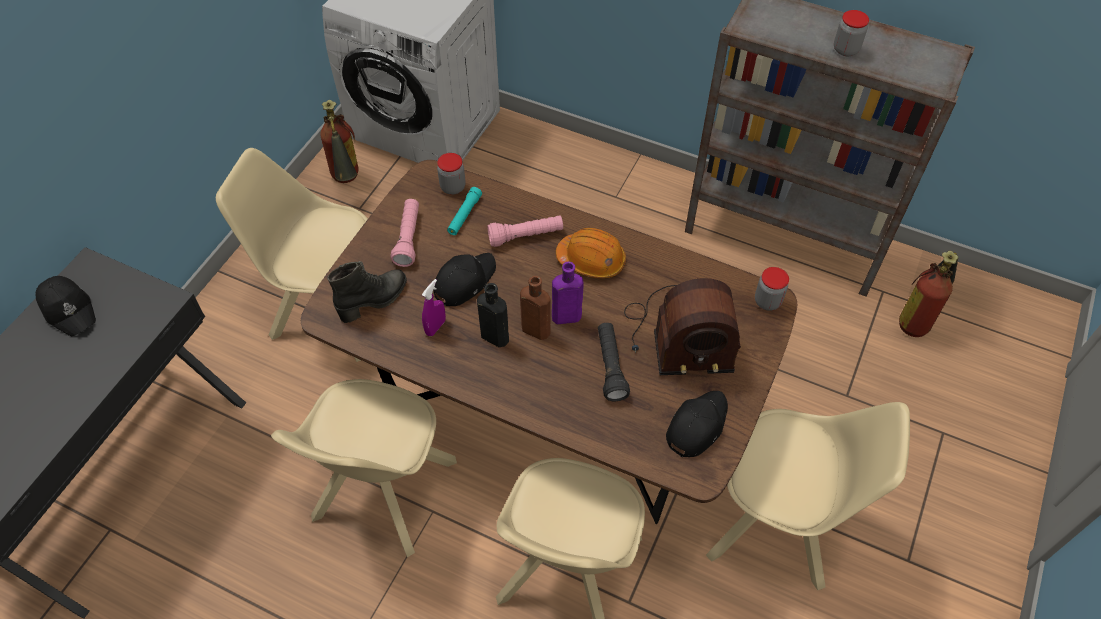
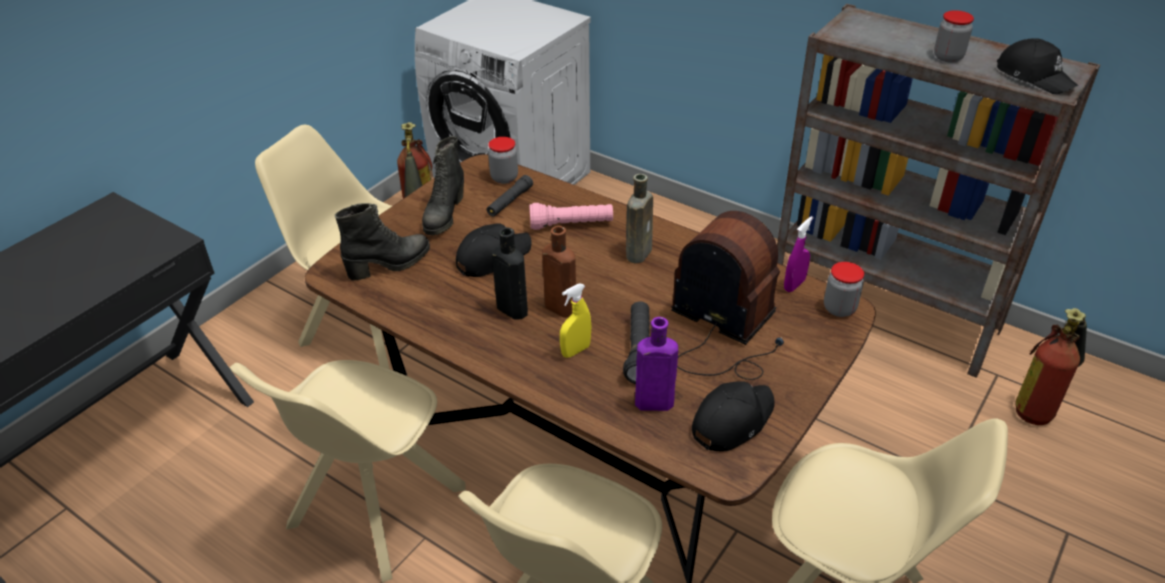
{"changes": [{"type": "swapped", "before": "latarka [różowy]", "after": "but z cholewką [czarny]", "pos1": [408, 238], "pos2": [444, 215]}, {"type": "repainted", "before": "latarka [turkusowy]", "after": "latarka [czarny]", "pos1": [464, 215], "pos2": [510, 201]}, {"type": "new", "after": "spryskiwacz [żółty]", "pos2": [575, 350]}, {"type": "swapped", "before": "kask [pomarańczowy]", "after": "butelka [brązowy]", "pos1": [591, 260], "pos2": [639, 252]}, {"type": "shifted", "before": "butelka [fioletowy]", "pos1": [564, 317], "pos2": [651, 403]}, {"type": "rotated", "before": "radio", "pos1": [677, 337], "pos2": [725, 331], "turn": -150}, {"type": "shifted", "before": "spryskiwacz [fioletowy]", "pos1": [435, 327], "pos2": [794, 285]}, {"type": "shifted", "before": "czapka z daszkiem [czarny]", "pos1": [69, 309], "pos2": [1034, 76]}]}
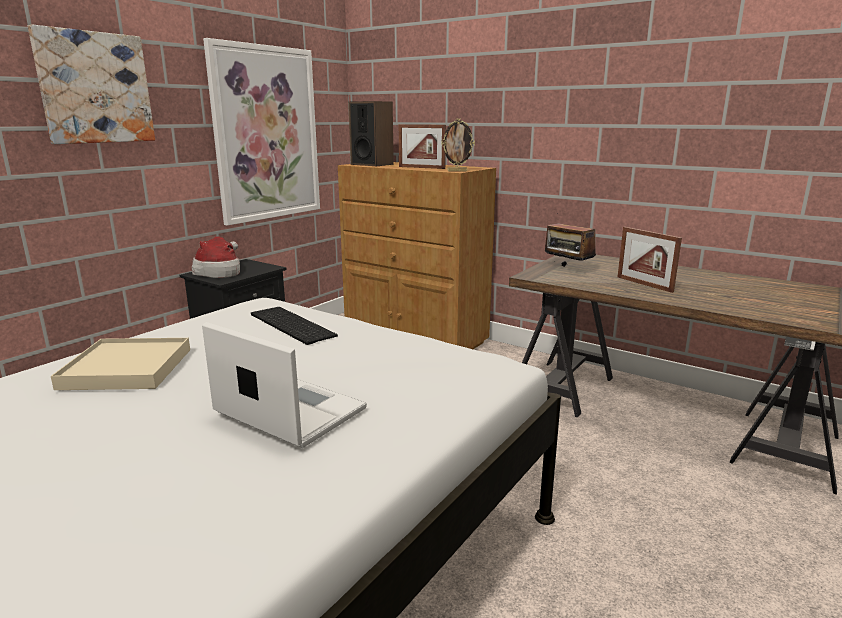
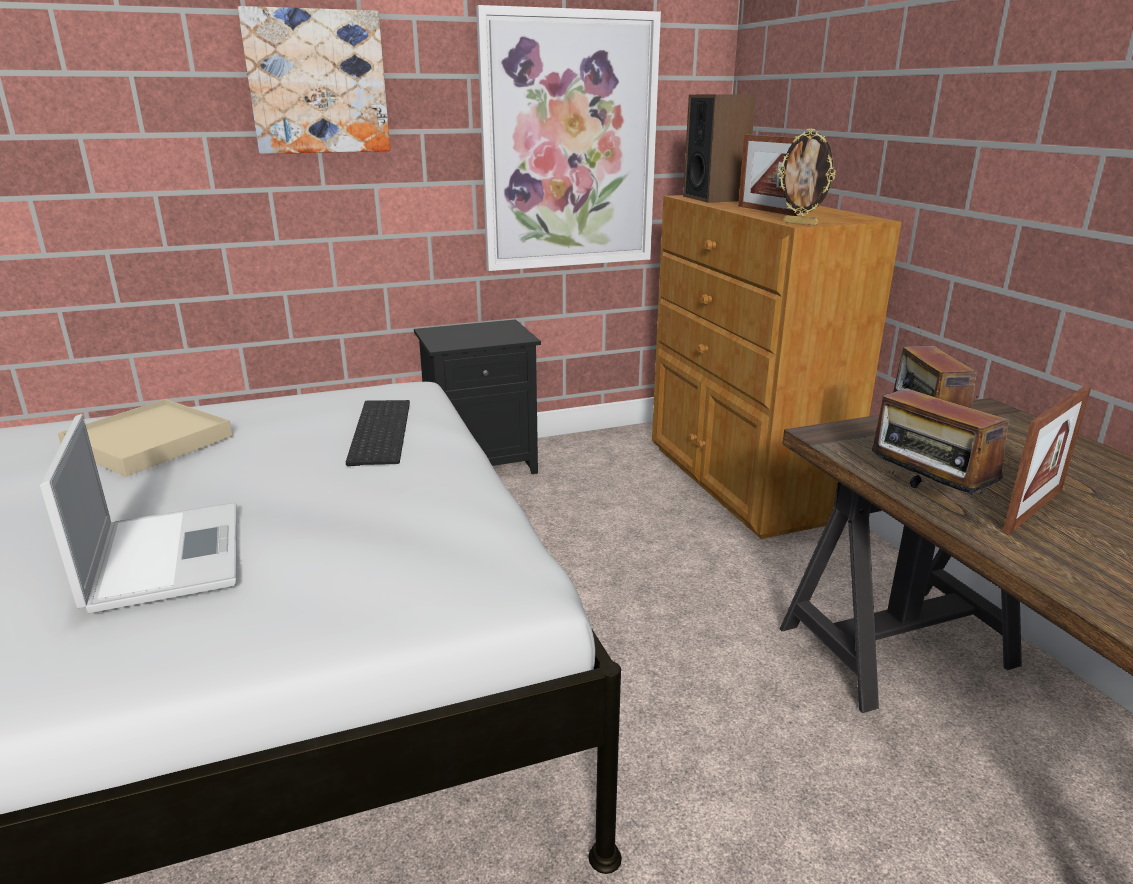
{"changes": [{"type": "new", "after": "radio", "pos2": [925, 498]}, {"type": "rotated", "before": "ramka na zdjęcie", "pos1": [644, 284], "pos2": [1033, 509], "turn": -135}, {"type": "gone", "before": "kapelusz", "pos1": [220, 271]}]}
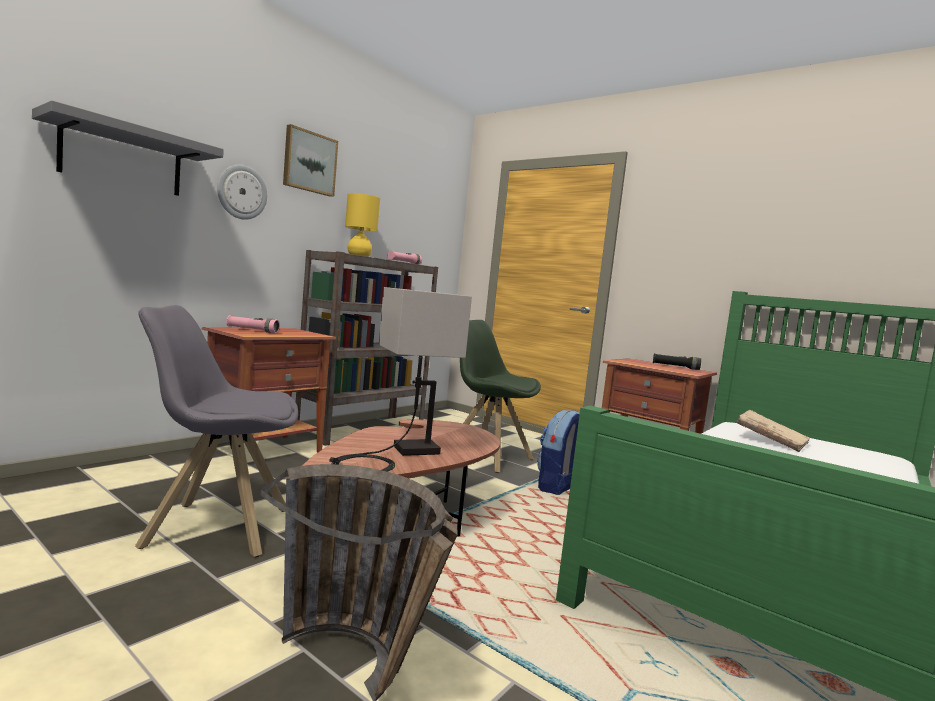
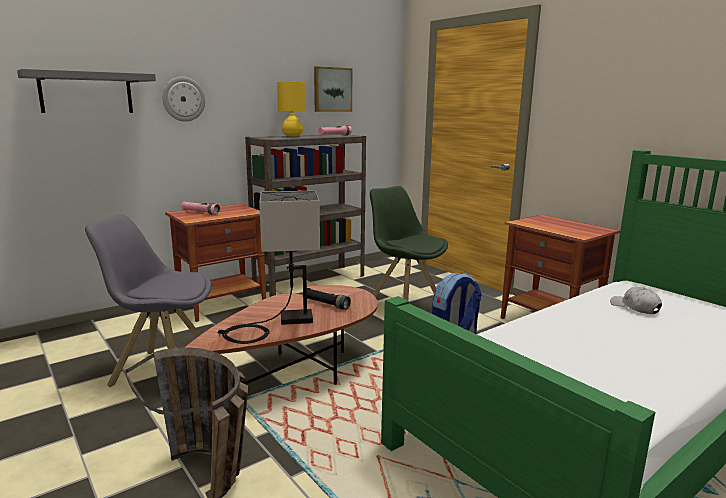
{"changes": [{"type": "shifted", "before": "latarka [czarny]", "pos1": [675, 367], "pos2": [326, 304]}, {"type": "shifted", "before": "obraz", "pos1": [309, 162], "pos2": [332, 89]}, {"type": "swapped", "before": "książka [beżowy]", "after": "czapka z daszkiem [biały]", "pos1": [770, 441], "pos2": [635, 307]}]}
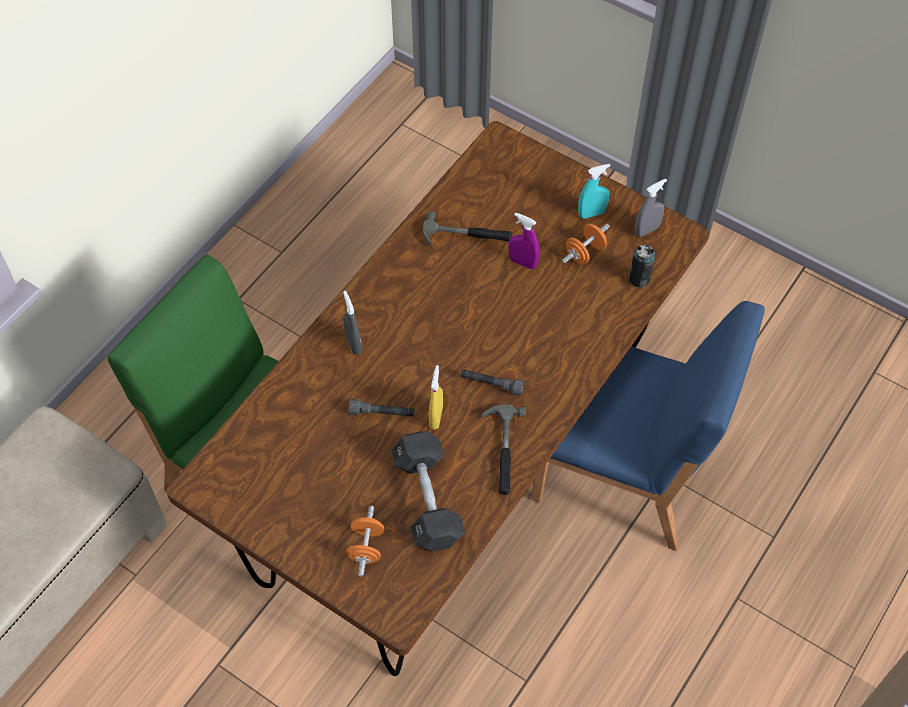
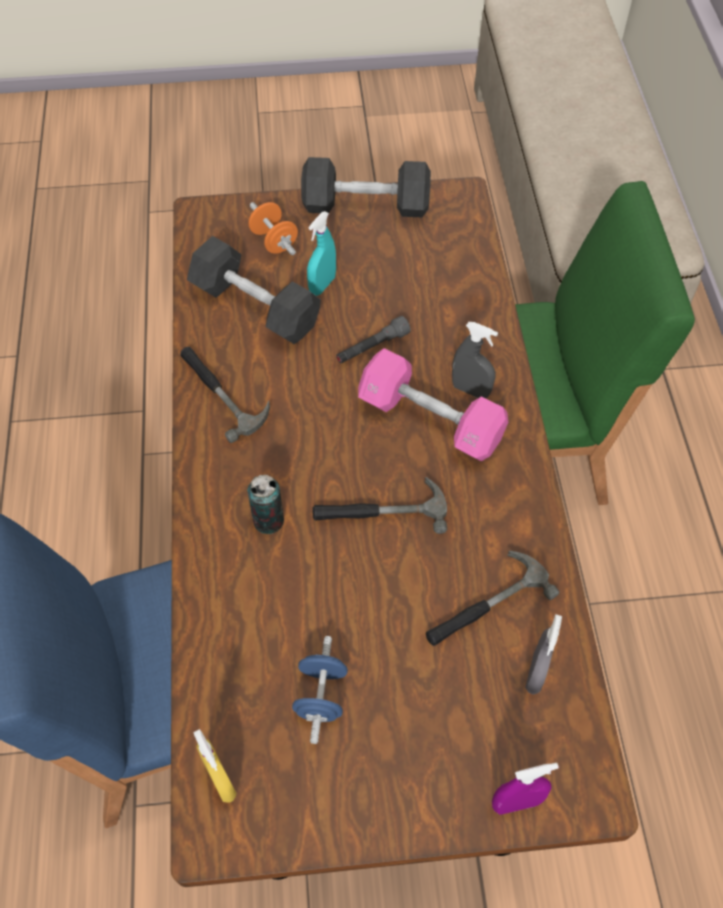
{"changes": [{"type": "shifted", "before": "spryskiwacz [żółty]", "pos1": [436, 417], "pos2": [221, 780]}, {"type": "shifted", "before": "puszka", "pos1": [639, 279], "pos2": [268, 520]}, {"type": "repainted", "before": "hantel [pomarańczowy]", "after": "hantel [niebieski]", "pos1": [585, 252], "pos2": [321, 696]}, {"type": "new", "after": "hantel [czarny]", "pos2": [366, 205]}, {"type": "shifted", "before": "spryskiwacz [turkusowy]", "pos1": [591, 213], "pos2": [322, 285]}, {"type": "new", "after": "młotek", "pos2": [379, 510]}, {"type": "new", "after": "hantel [różowy]", "pos2": [430, 420]}, {"type": "shifted", "before": "spryskiwacz [fioletowy]", "pos1": [523, 262], "pos2": [516, 803]}, {"type": "shifted", "before": "spryskiwacz [szary]", "pos1": [647, 230], "pos2": [535, 674]}, {"type": "gone", "before": "latarka [szary]", "pos1": [491, 384]}]}
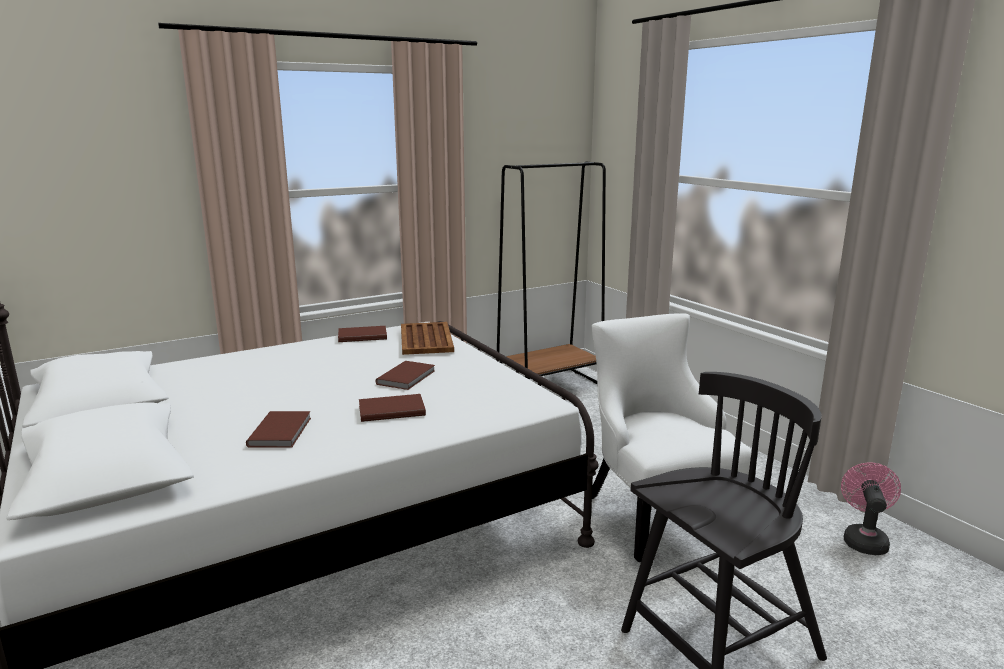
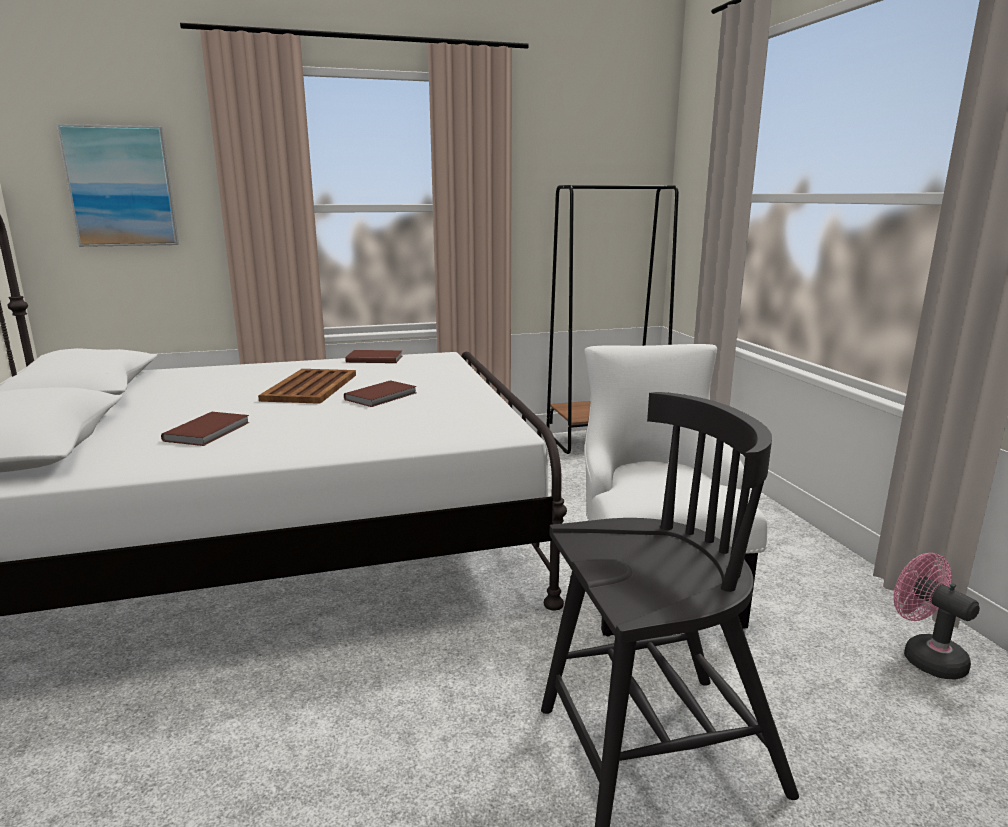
{"changes": [{"type": "new", "after": "obraz", "pos2": [121, 187]}, {"type": "shifted", "before": "taca [brązowy]", "pos1": [426, 339], "pos2": [311, 387]}, {"type": "rotated", "before": "wentylator [różowy]", "pos1": [864, 539], "pos2": [925, 656], "turn": -60}, {"type": "gone", "before": "książka [brązowy]", "pos1": [390, 410]}]}
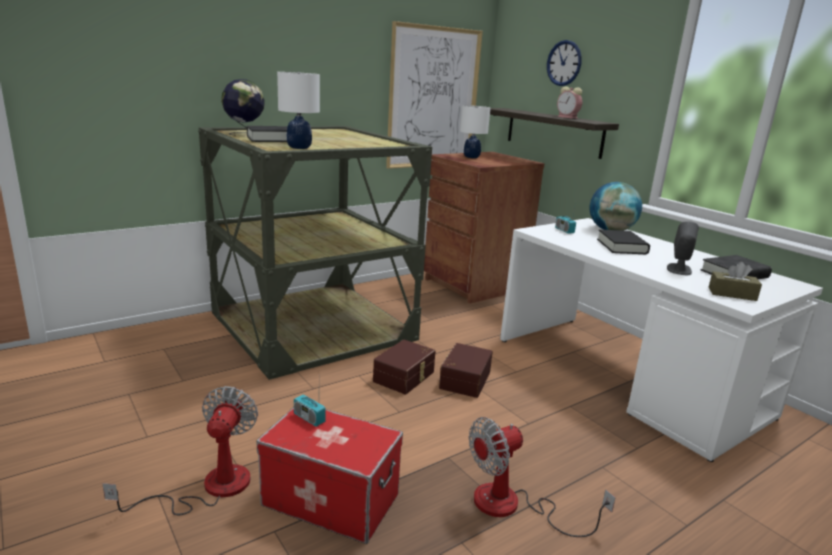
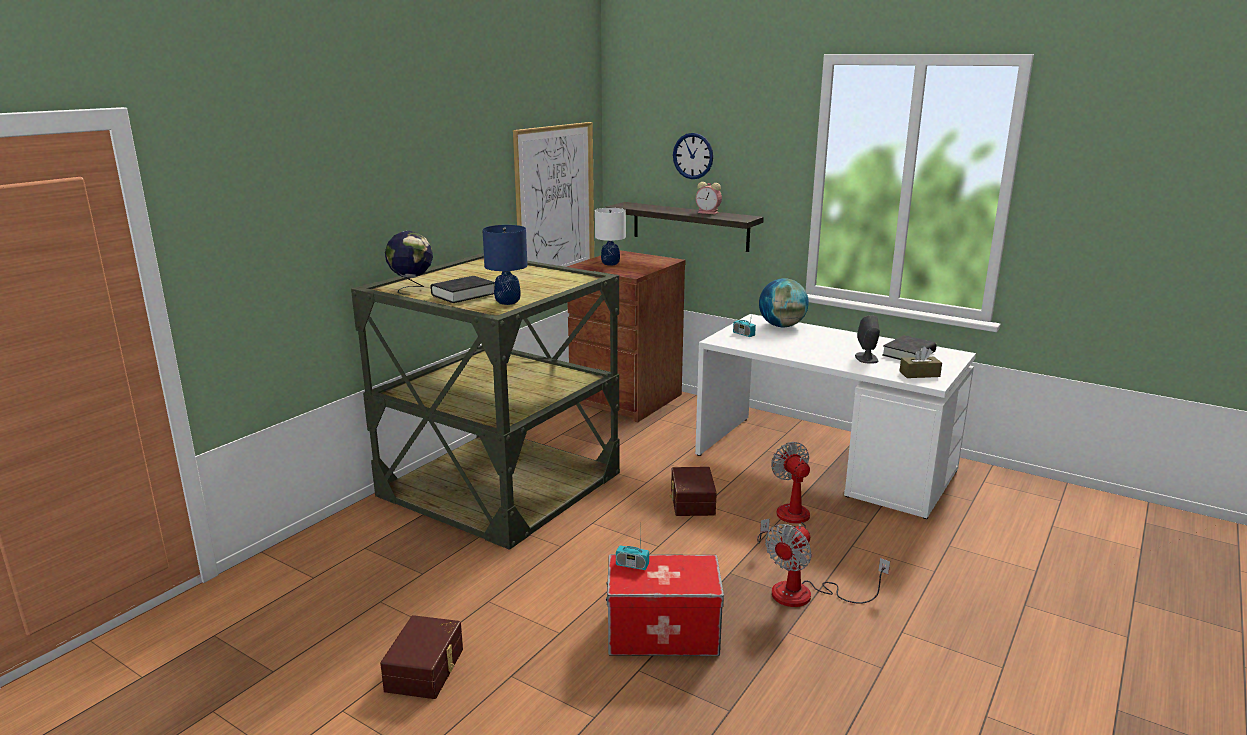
{"changes": [{"type": "shifted", "before": "pojemnik do przechowywania [brązowy]", "pos1": [405, 377], "pos2": [426, 669]}, {"type": "repainted", "before": "lampa stołowa [biały]", "after": "lampa stołowa [niebieski]", "pos1": [300, 148], "pos2": [508, 302]}, {"type": "shifted", "before": "wentylator", "pos1": [209, 488], "pos2": [787, 520]}, {"type": "gone", "before": "książka [czarny]", "pos1": [621, 246]}]}
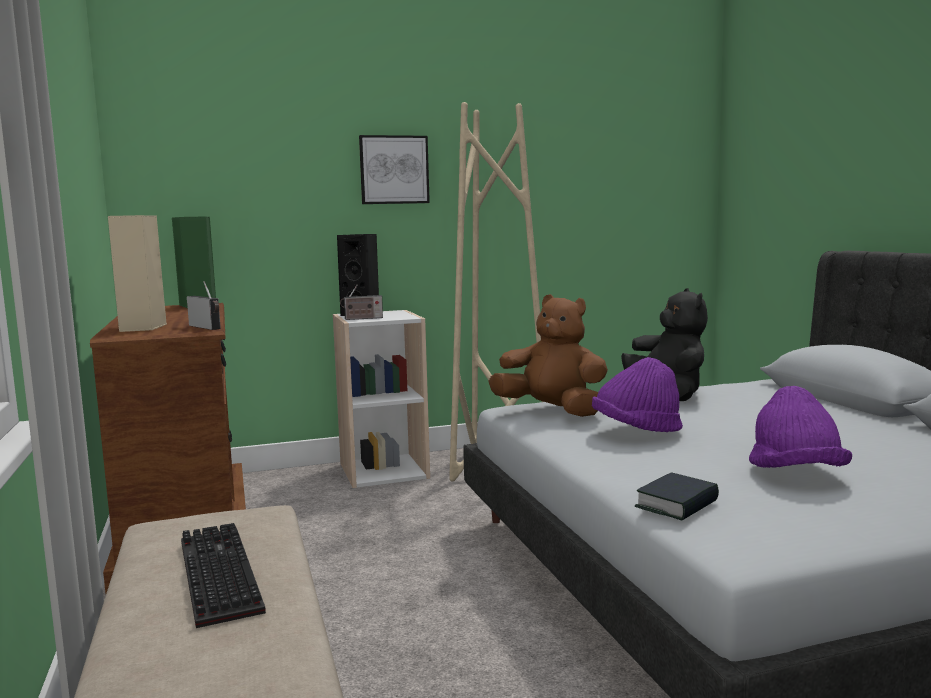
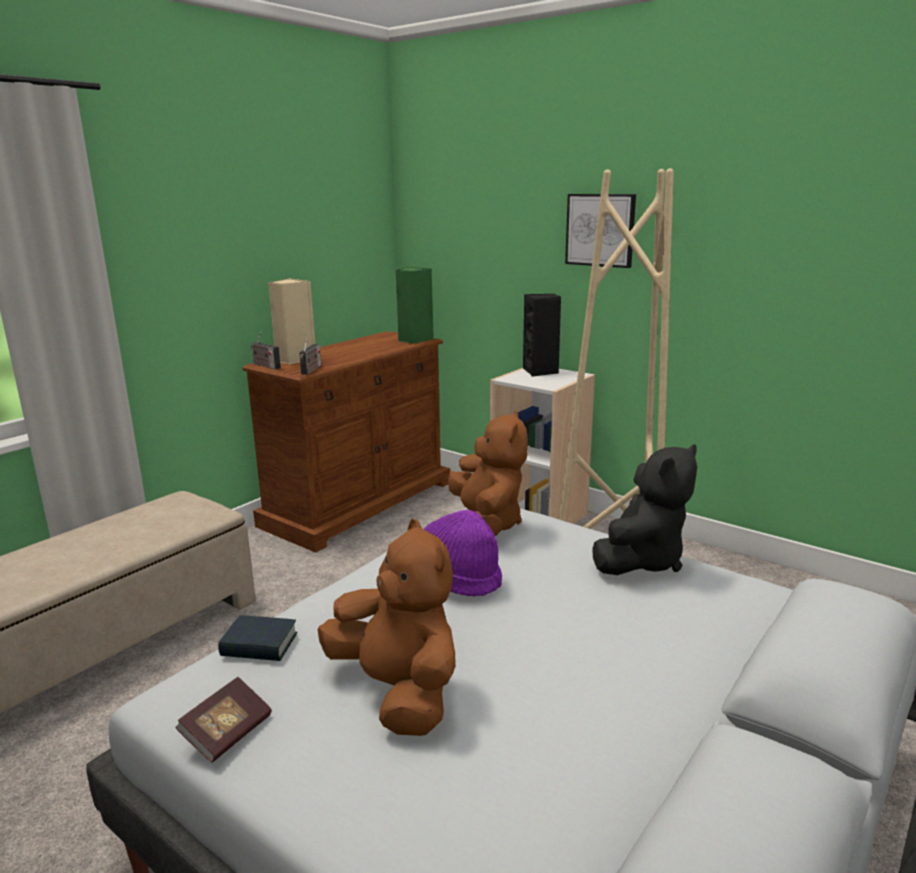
{"changes": [{"type": "new", "after": "książka", "pos2": [227, 733]}, {"type": "shifted", "before": "radio", "pos1": [362, 318], "pos2": [265, 366]}, {"type": "swapped", "before": "kapelusz [fioletowy]", "after": "pluszak [brązowy]", "pos1": [795, 474], "pos2": [398, 691]}, {"type": "gone", "before": "klawiatura", "pos1": [214, 575]}]}
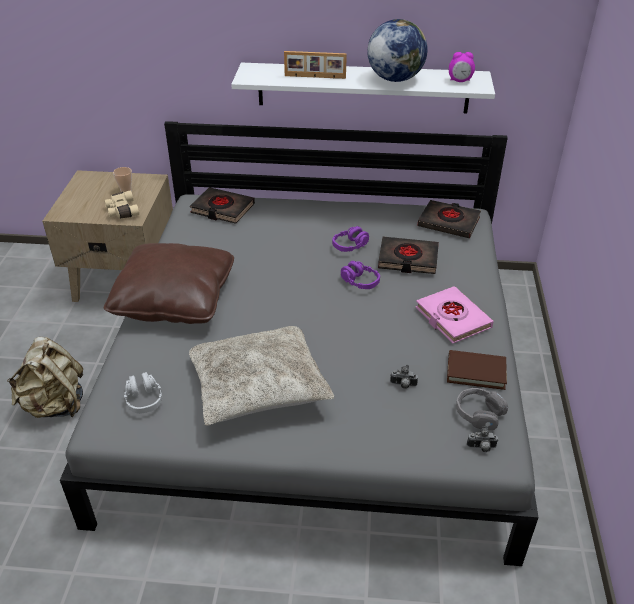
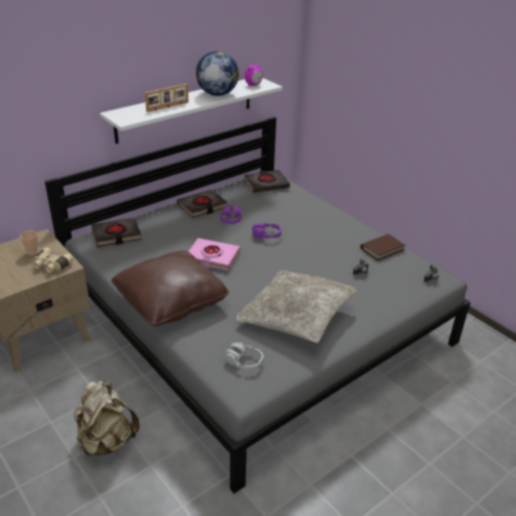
{"changes": [{"type": "shifted", "before": "książka [czarny]", "pos1": [408, 259], "pos2": [202, 206]}, {"type": "shifted", "before": "książka [różowy]", "pos1": [452, 318], "pos2": [212, 257]}, {"type": "gone", "before": "słuchawki [szary]", "pos1": [478, 413]}]}
